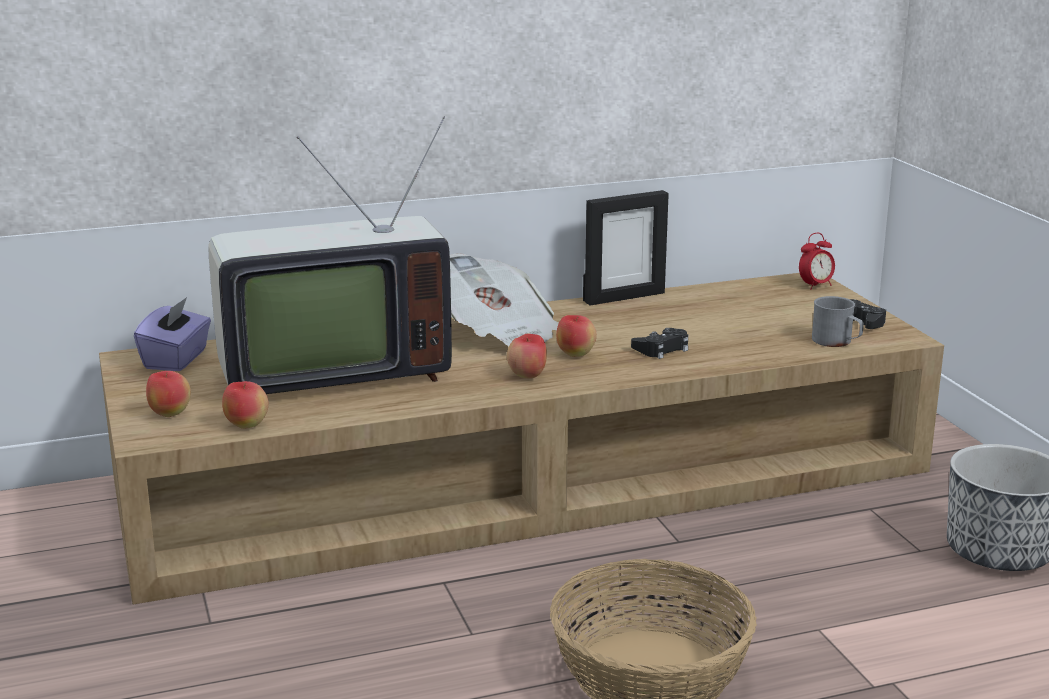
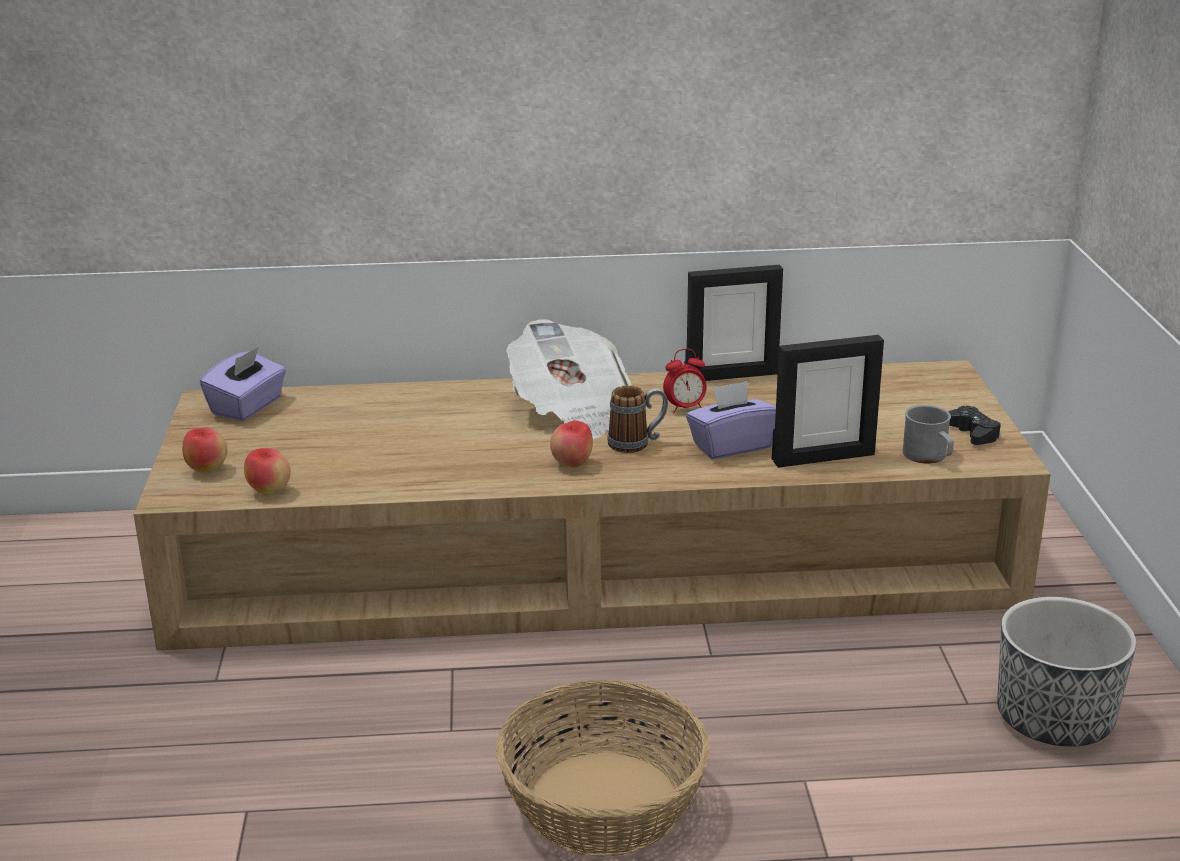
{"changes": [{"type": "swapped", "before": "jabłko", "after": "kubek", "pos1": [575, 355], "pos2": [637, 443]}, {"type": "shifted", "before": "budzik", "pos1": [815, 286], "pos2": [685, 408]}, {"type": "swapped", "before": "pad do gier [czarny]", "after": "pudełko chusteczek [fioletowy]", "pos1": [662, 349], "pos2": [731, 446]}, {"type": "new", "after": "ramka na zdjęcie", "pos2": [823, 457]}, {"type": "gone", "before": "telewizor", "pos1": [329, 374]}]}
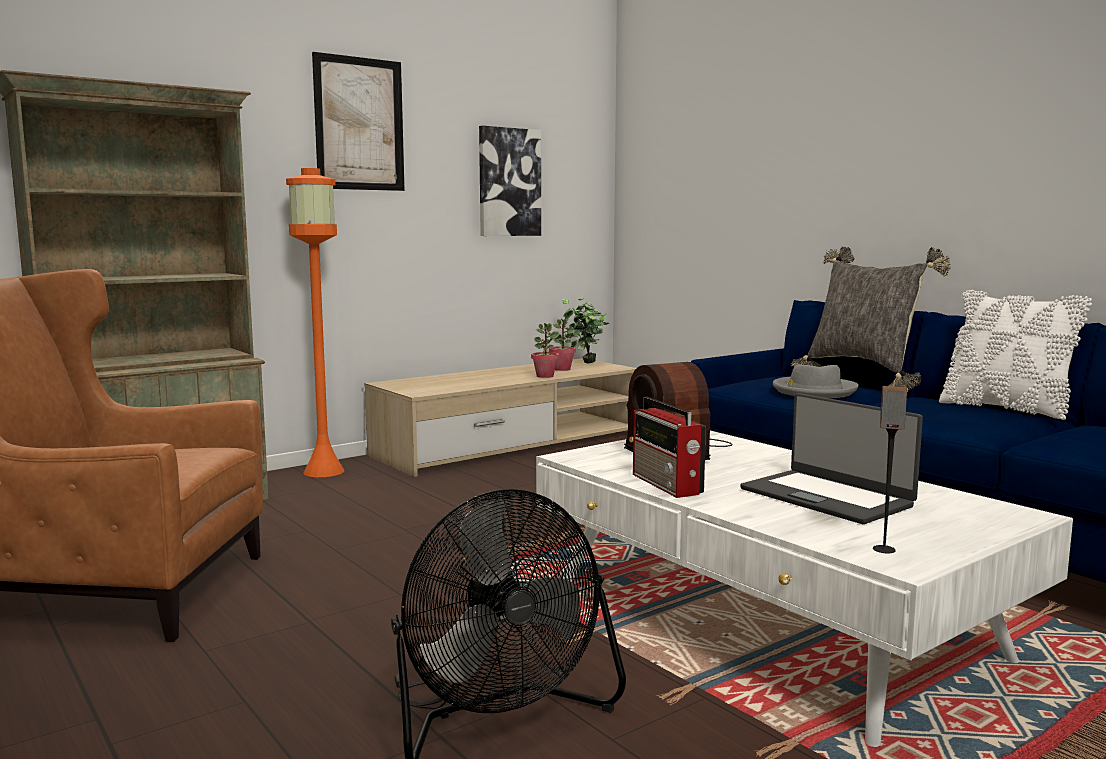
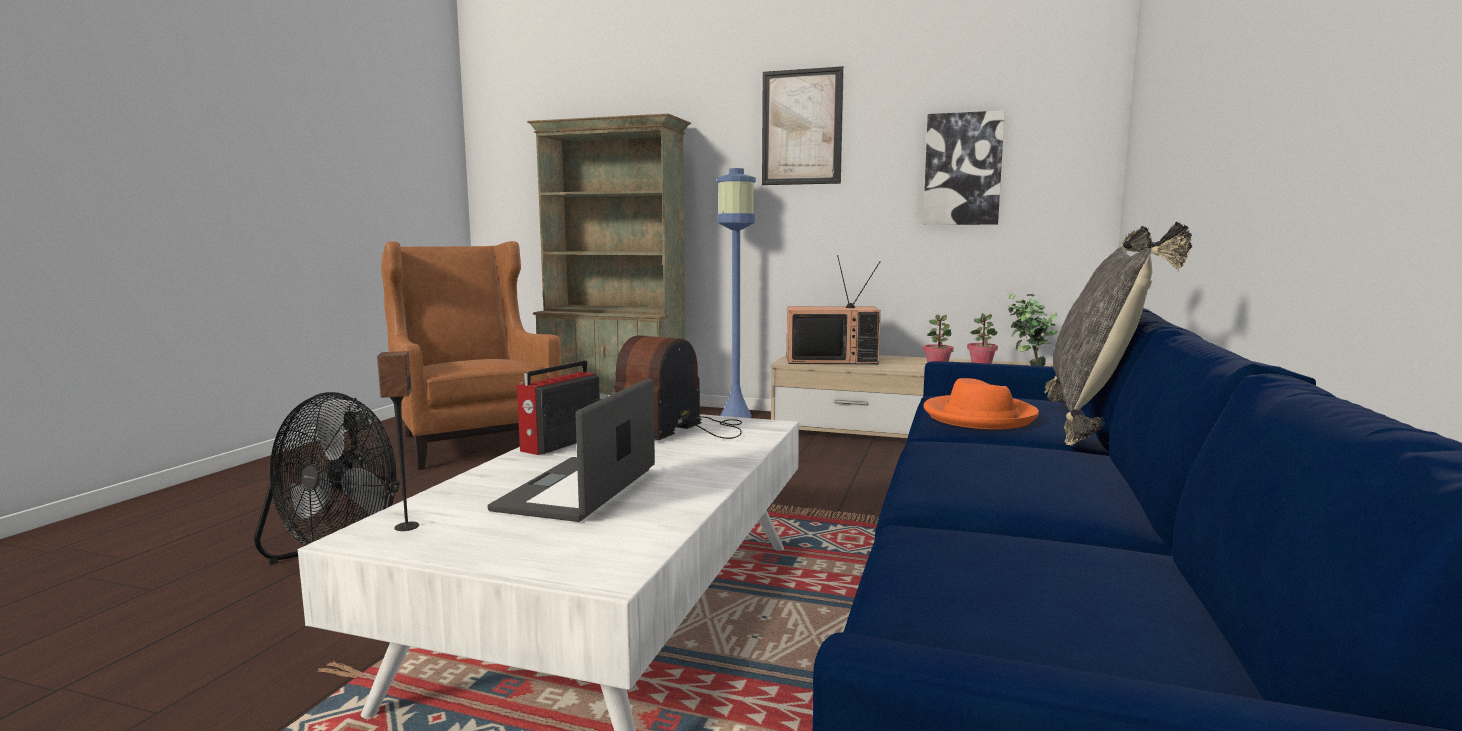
{"changes": [{"type": "repainted", "before": "lampa stojąca [pomarańczowy]", "after": "lampa stojąca [niebieski]", "pos1": [324, 471], "pos2": [736, 415]}, {"type": "new", "after": "telewizor", "pos2": [832, 360]}, {"type": "repainted", "before": "kapelusz [szary]", "after": "kapelusz [pomarańczowy]", "pos1": [813, 391], "pos2": [979, 417]}, {"type": "gone", "before": "poduszka [biały]", "pos1": [1006, 409]}]}
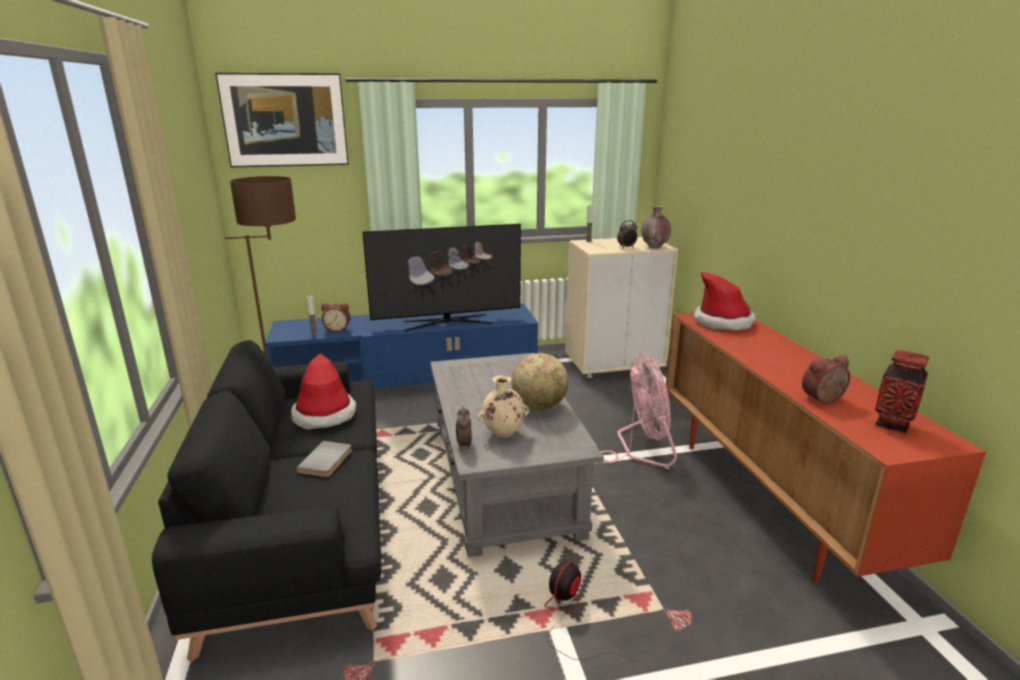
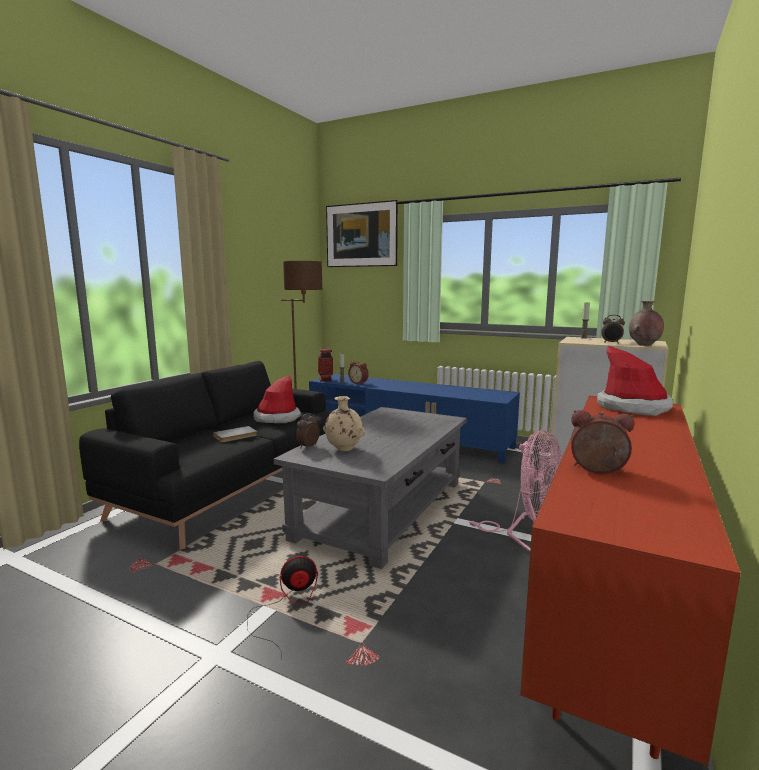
{"changes": [{"type": "shifted", "before": "wazon", "pos1": [892, 424], "pos2": [325, 380]}, {"type": "gone", "before": "telewizor", "pos1": [447, 322]}, {"type": "gone", "before": "globus", "pos1": [539, 406]}]}
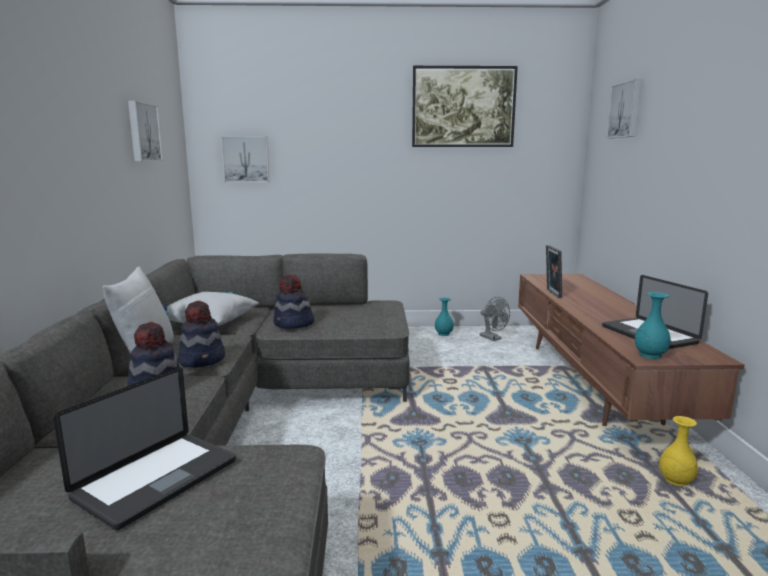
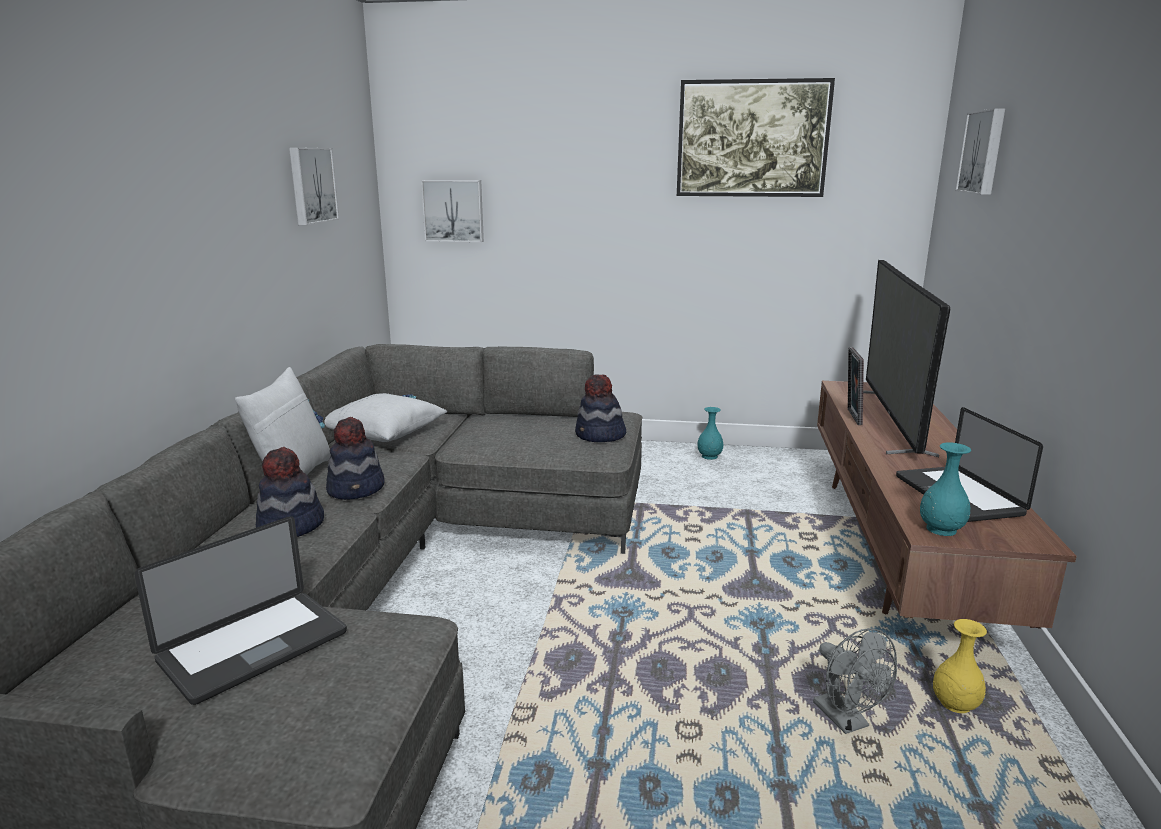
{"changes": [{"type": "shifted", "before": "kapelusz", "pos1": [293, 324], "pos2": [600, 436]}, {"type": "shifted", "before": "wentylator [szary]", "pos1": [493, 338], "pos2": [847, 721]}, {"type": "new", "after": "telewizor", "pos2": [890, 420]}]}
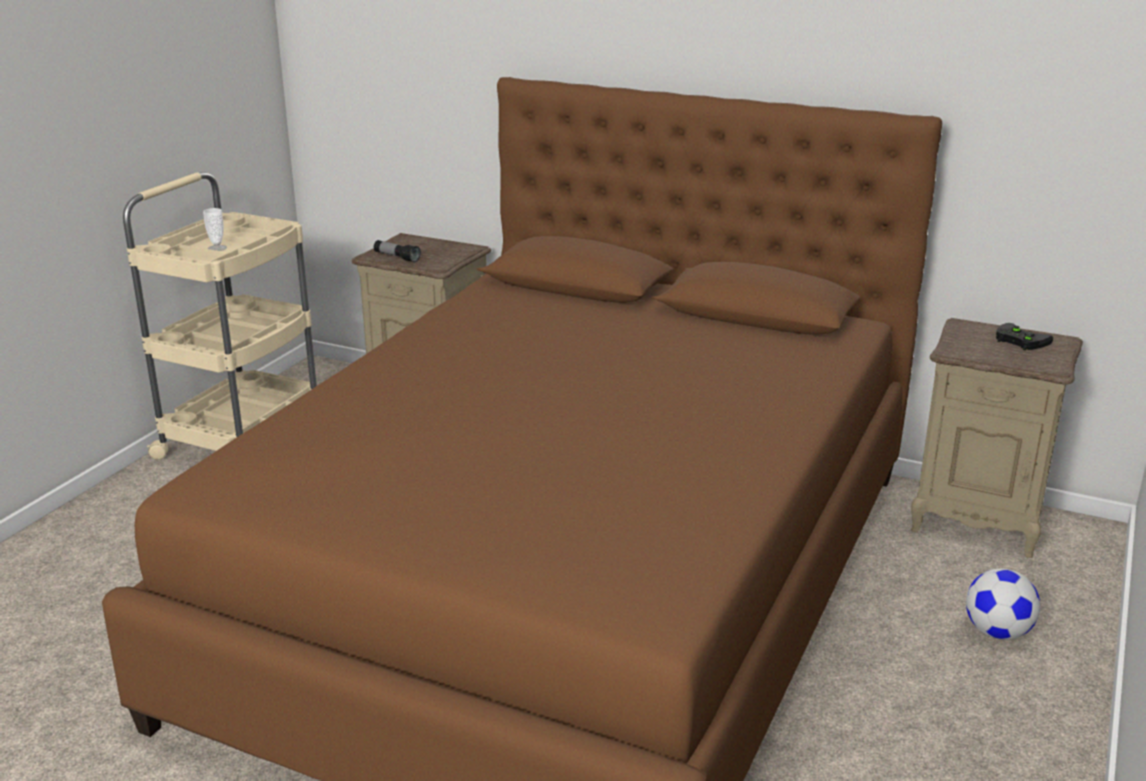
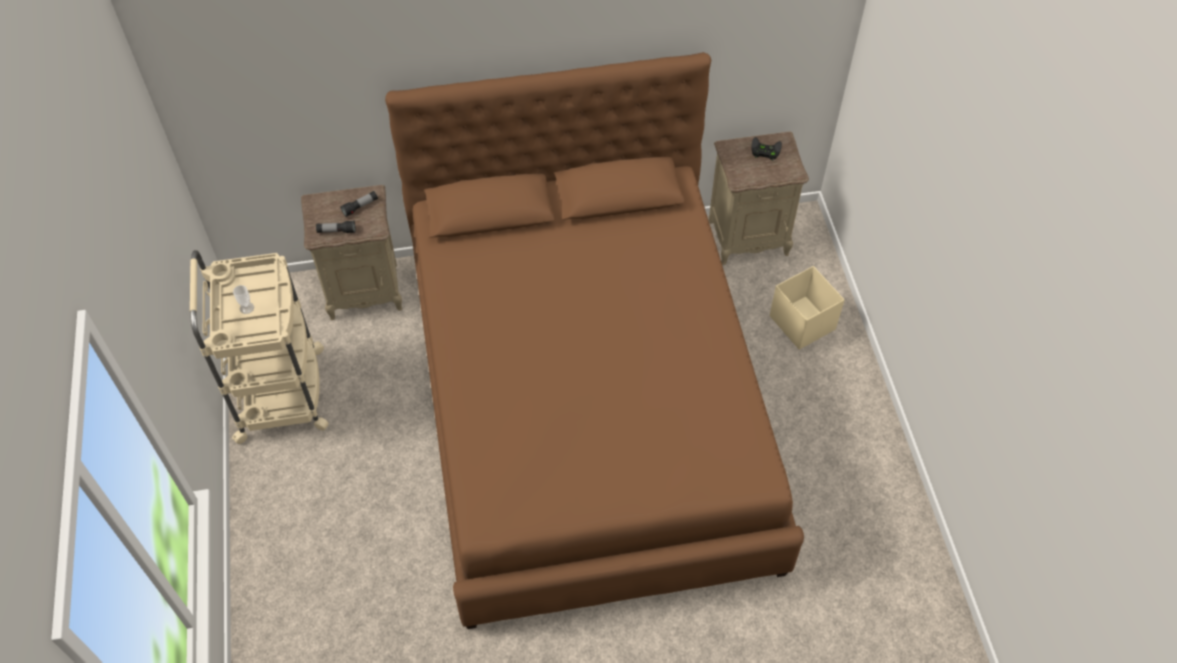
{"changes": [{"type": "new", "after": "latarka", "pos2": [360, 207]}, {"type": "swapped", "before": "piłka futbolowa", "after": "pojemnik do przechowywania [beżowy]", "pos1": [997, 632], "pos2": [802, 322]}]}
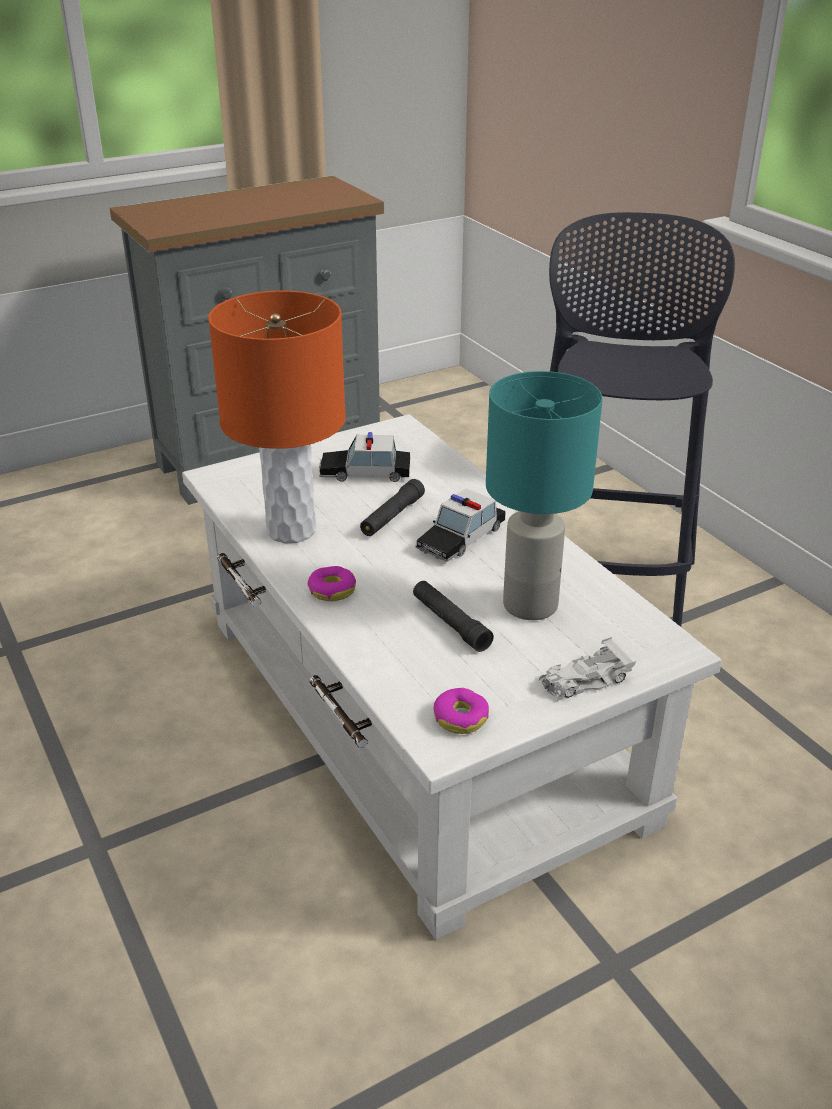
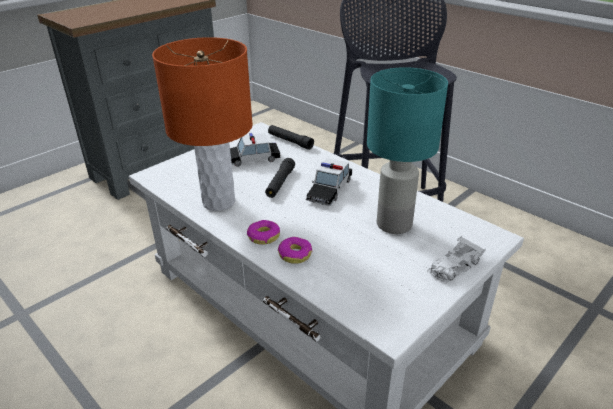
{"changes": [{"type": "shifted", "before": "latarka [czarny]", "pos1": [450, 623], "pos2": [290, 141]}, {"type": "shifted", "before": "donut", "pos1": [460, 718], "pos2": [295, 254]}]}
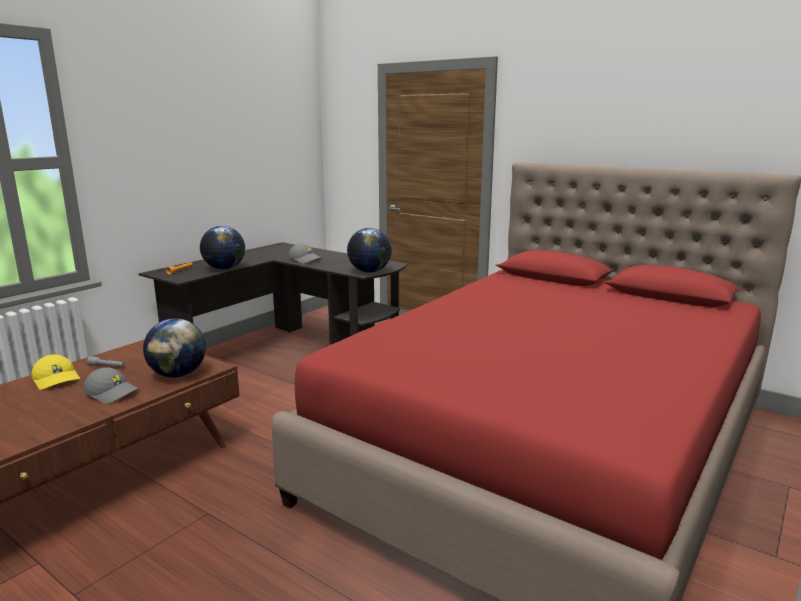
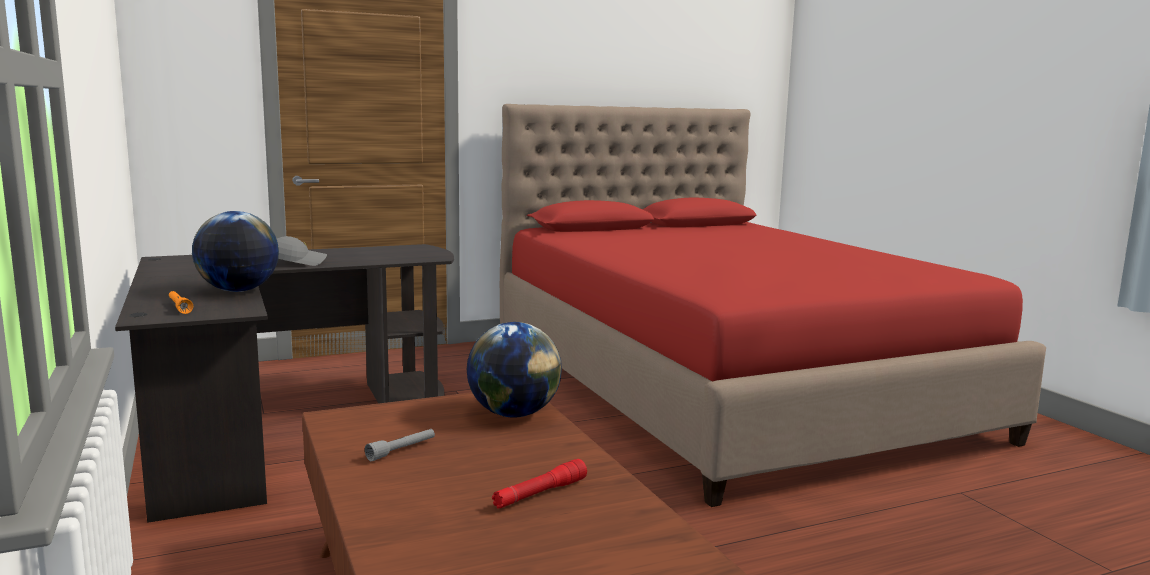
{"changes": [{"type": "new", "after": "latarka [czerwony]", "pos2": [540, 493]}, {"type": "gone", "before": "czapka z daszkiem [żółty]", "pos1": [57, 379]}, {"type": "gone", "before": "czapka z daszkiem [szary]", "pos1": [113, 392]}, {"type": "gone", "before": "globus", "pos1": [369, 271]}]}
